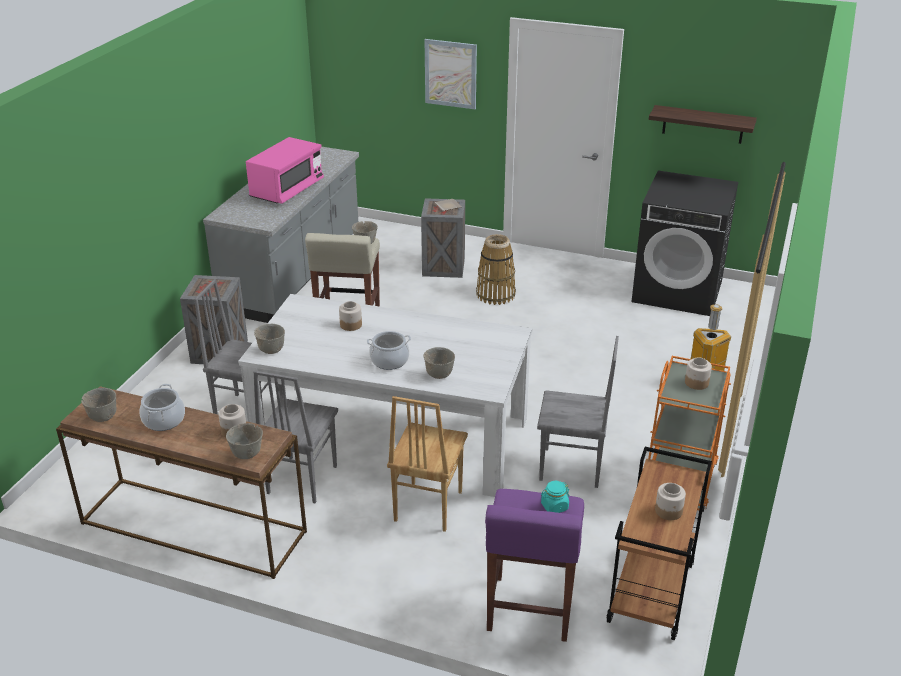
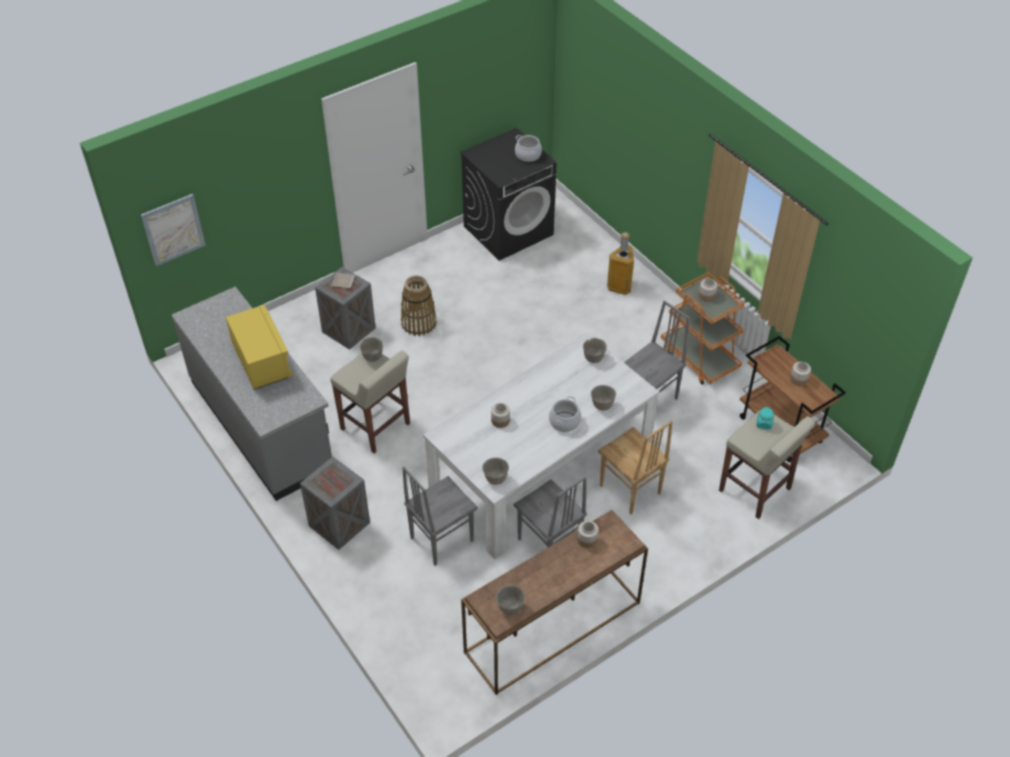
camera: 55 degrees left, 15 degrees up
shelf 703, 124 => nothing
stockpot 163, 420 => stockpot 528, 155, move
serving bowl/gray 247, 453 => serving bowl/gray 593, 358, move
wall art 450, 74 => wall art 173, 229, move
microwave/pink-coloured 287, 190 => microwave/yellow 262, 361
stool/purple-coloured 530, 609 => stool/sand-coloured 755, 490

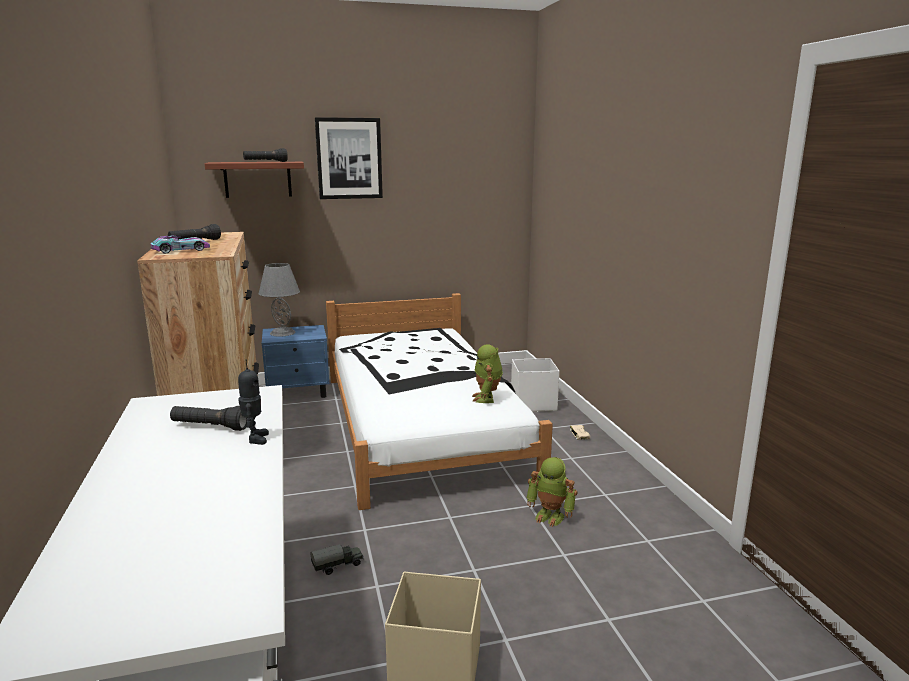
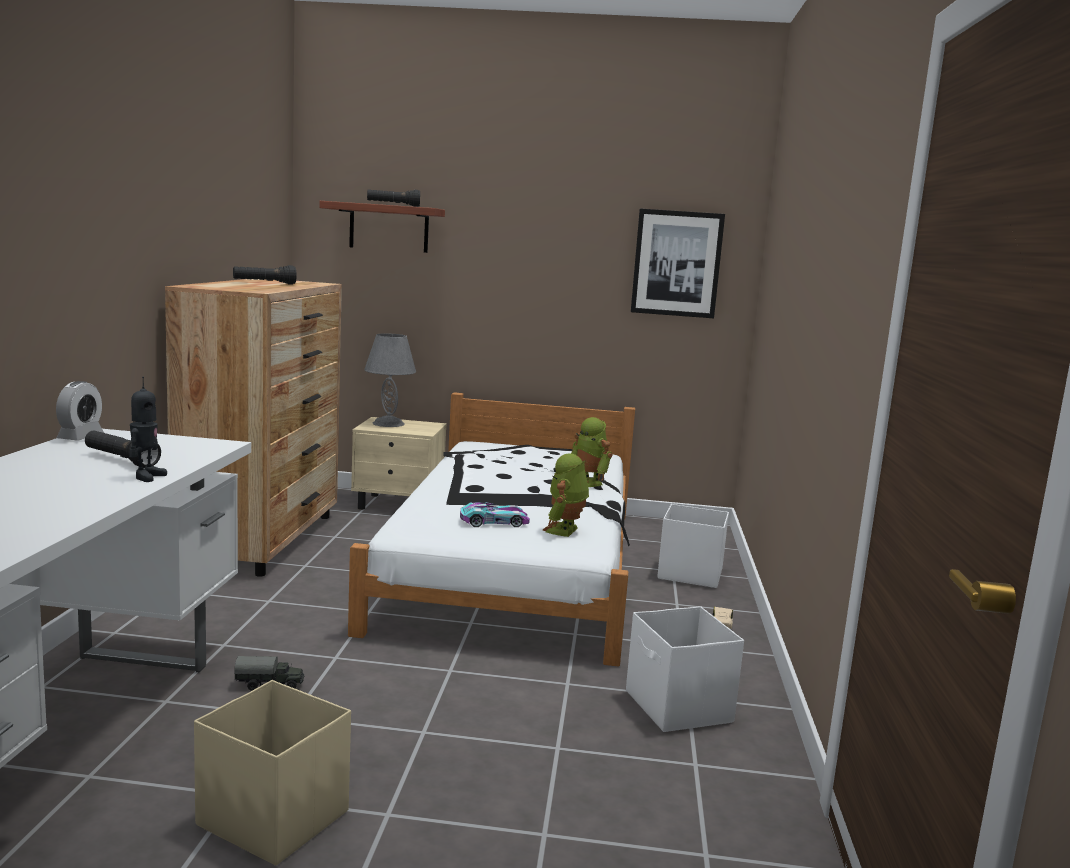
camera: 20 degrees right, 5 degrees down
nothing => bedside clock 80, 437
nothing => storage bin/whitish 678, 707
miniature car 181, 250 => miniature car 494, 522, move
wall art 349, 158 => wall art 676, 263, move
robot figure 550, 516 => robot figure 589, 482, move
night table/bluish 299, 392 => night table/sand-coloured 399, 505

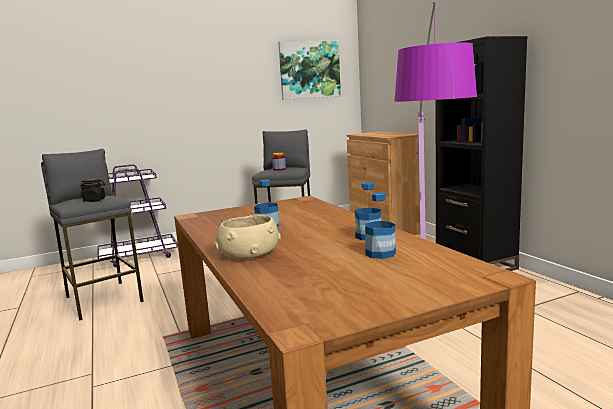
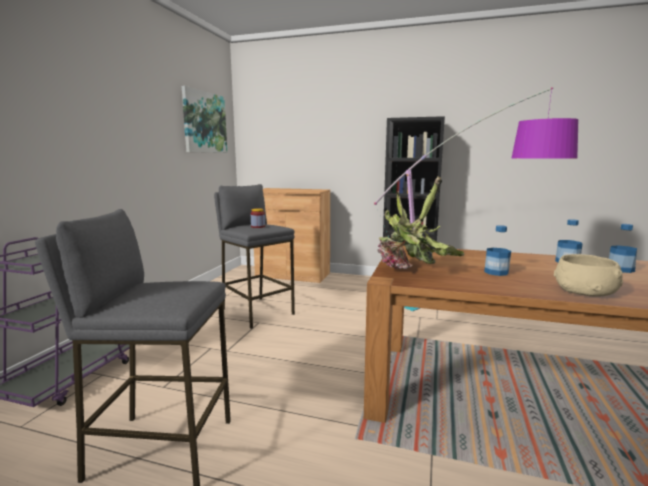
camera: 50 degrees left, 0 degrees up
preserve jar/black 94, 200 => nothing
nothing => potted plant 412, 271

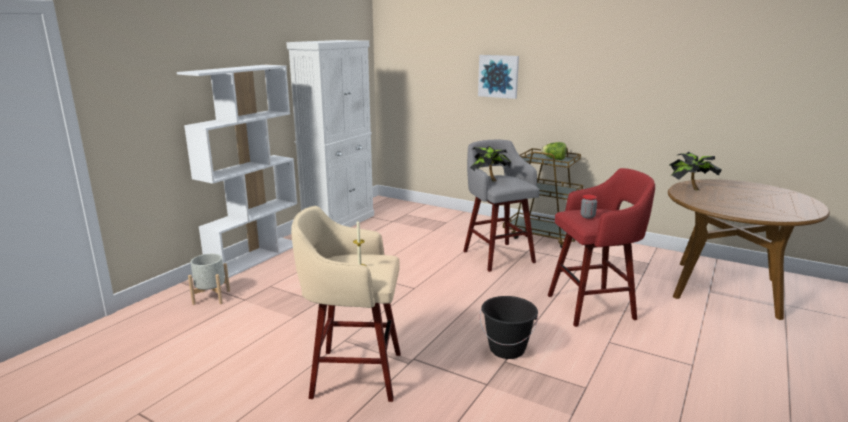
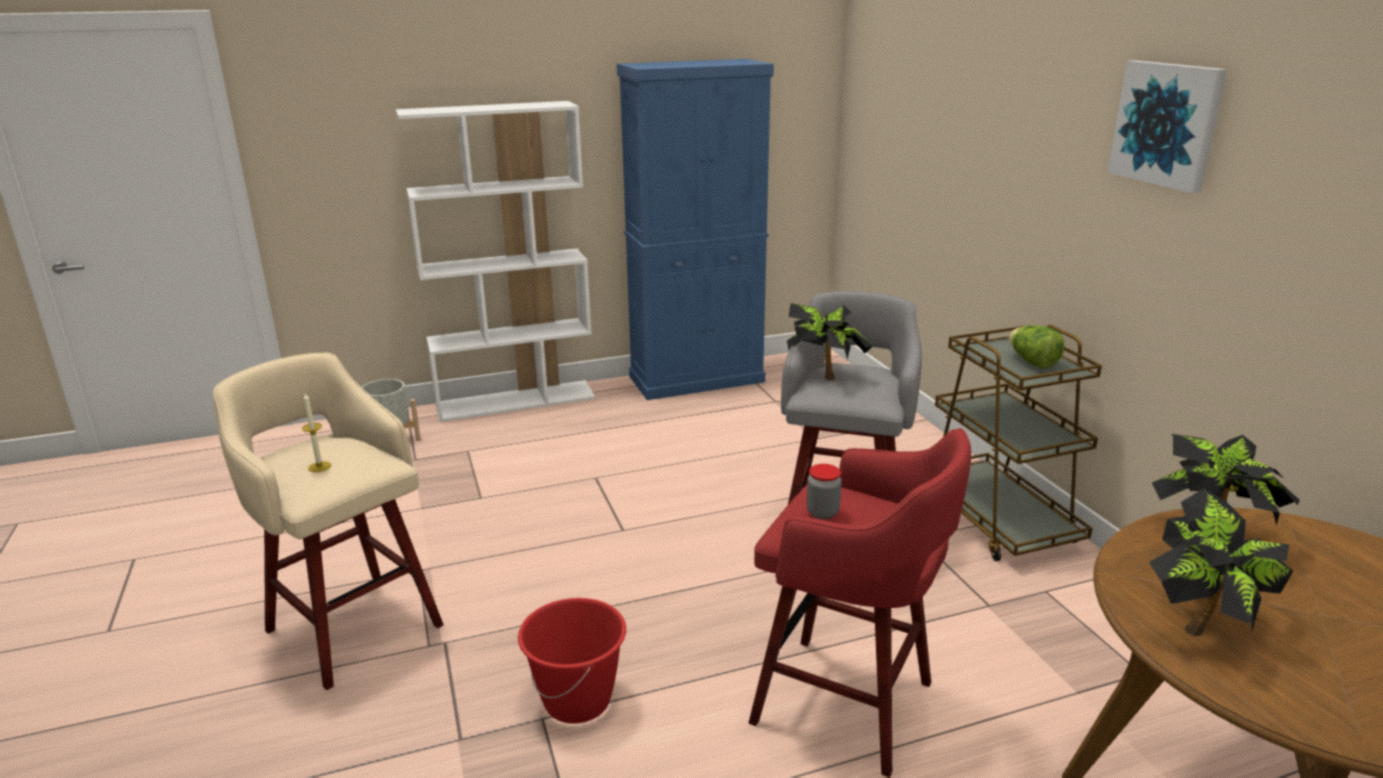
camera: 40 degrees right, 5 degrees up
nothing => potted plant 1204, 624
wall art 498, 76 => wall art 1167, 124, move
storage cabinet/whitish 339, 222 => storage cabinet/bluish 697, 379
pail/black 507, 349 => pail/reddish 578, 701

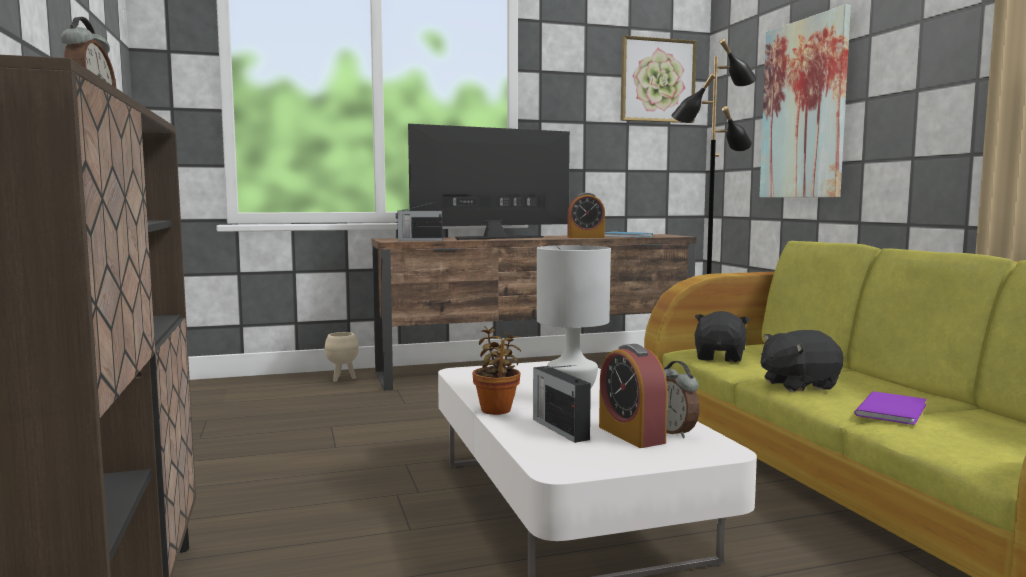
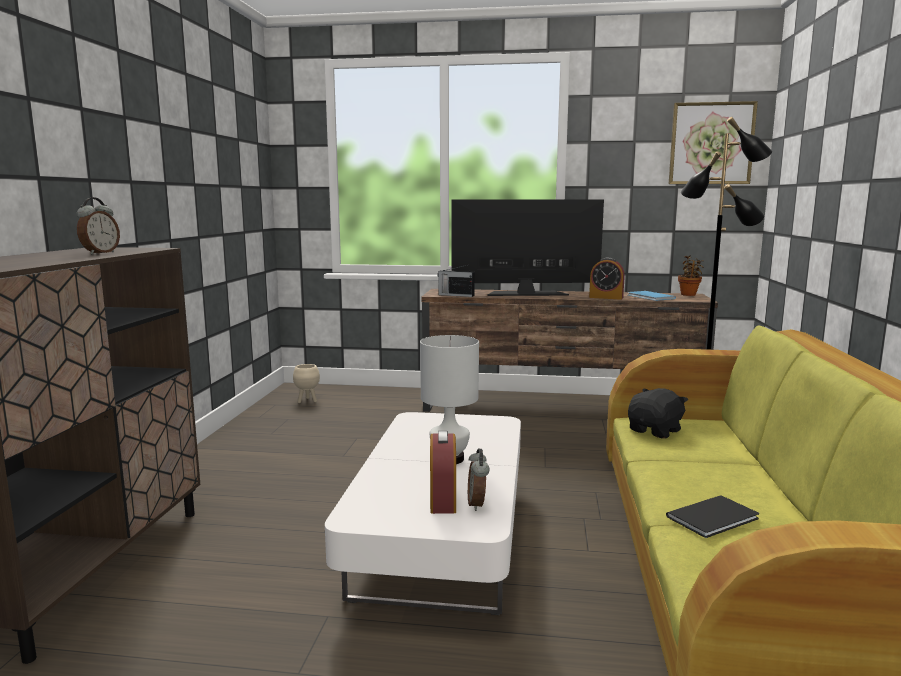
camera: 25 degrees right, 5 degrees up
radio receiver 559, 428 => nothing
wall art 803, 109 => nothing
plush toy/black 798, 385 => nothing
flower pot/sand-coloured 342, 379 => flower pot/sand-coloured 307, 401, move
potted plant 497, 409 => potted plant 689, 294, move
volume/purple-coloured 894, 409 => volume/black 716, 518

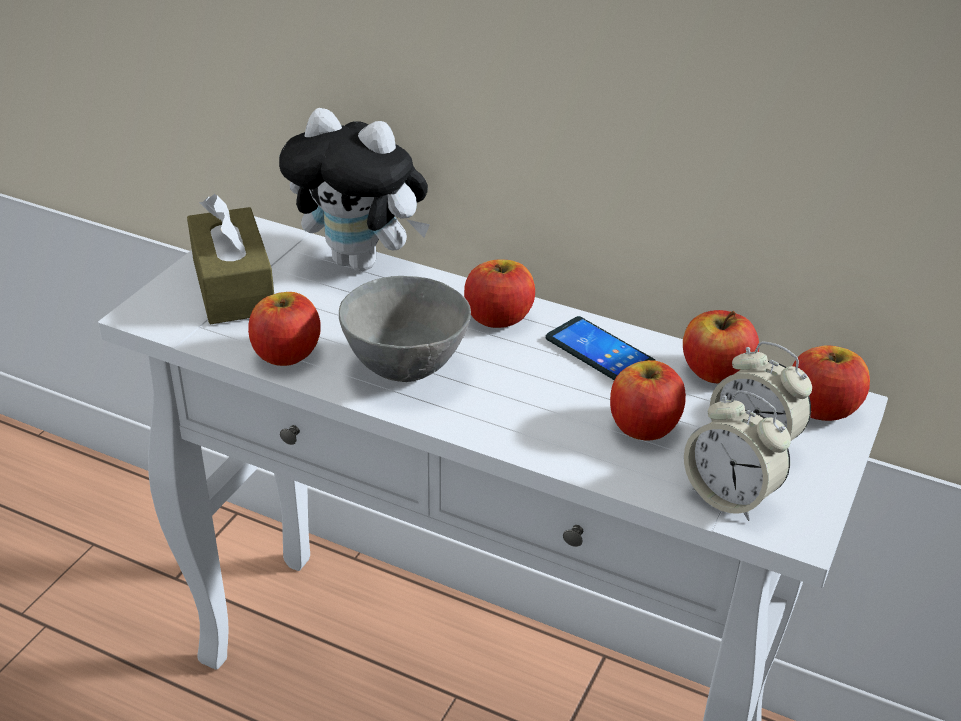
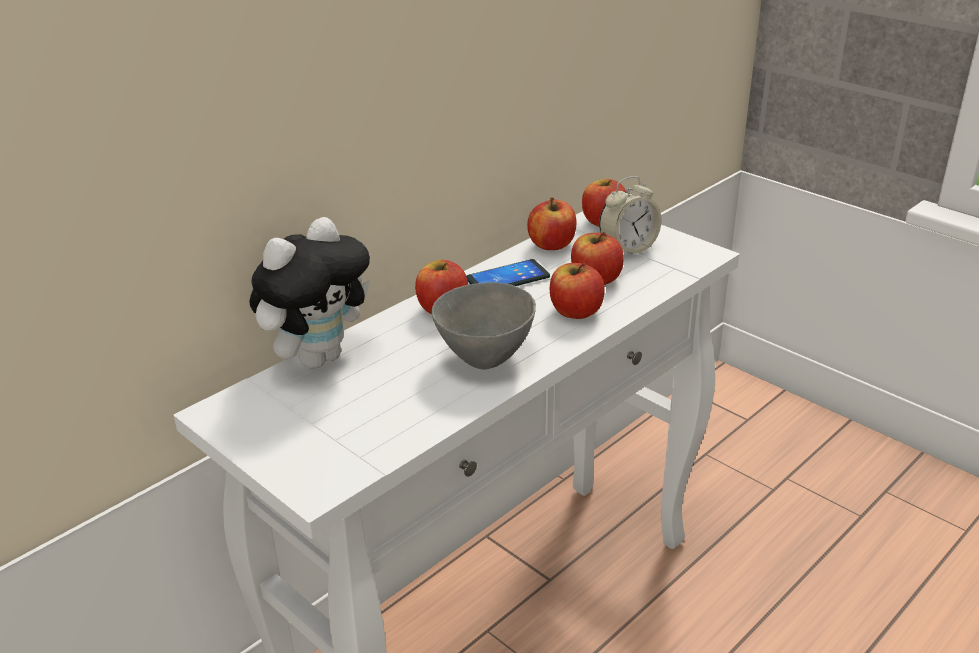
camera: 70 degrees left, 5 degrees down
box of tissues/brown-coloured 233, 286 => nothing
bedside clock 729, 496 => nothing
apple fruit 286, 354 => apple fruit 575, 311, move

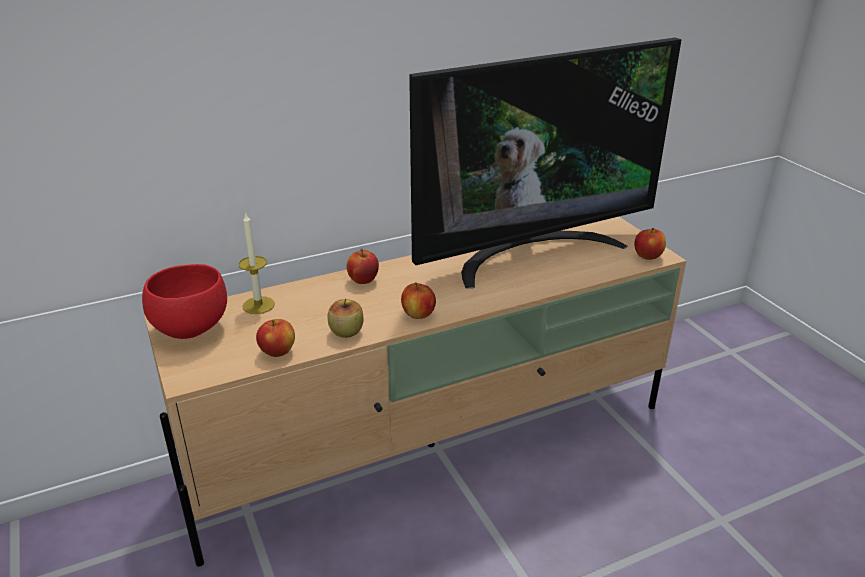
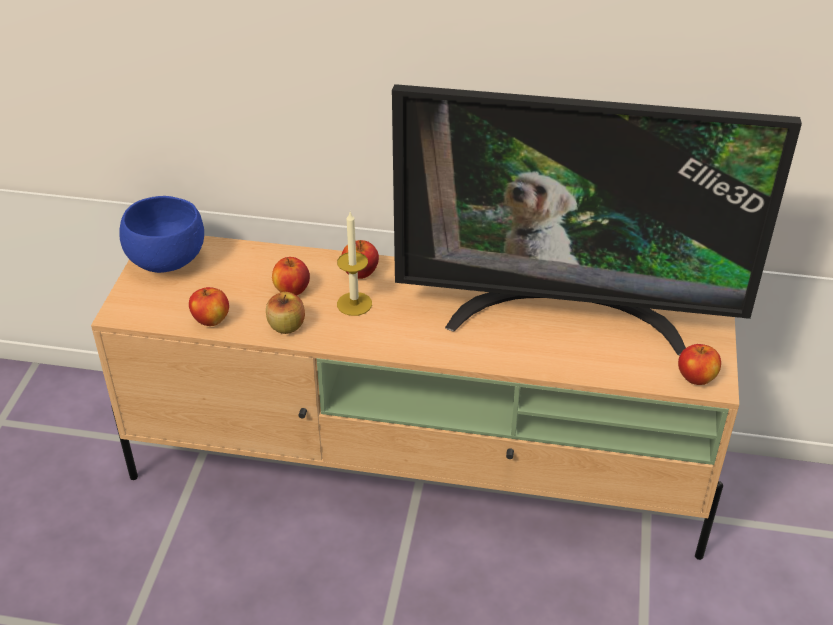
camera: 35 degrees right, 10 degrees up
wax light 258, 305 => wax light 354, 304, move
apple fruit 418, 314 => apple fruit 292, 290, move
serving bowl/reddish 190, 328 => serving bowl/bluish 168, 261

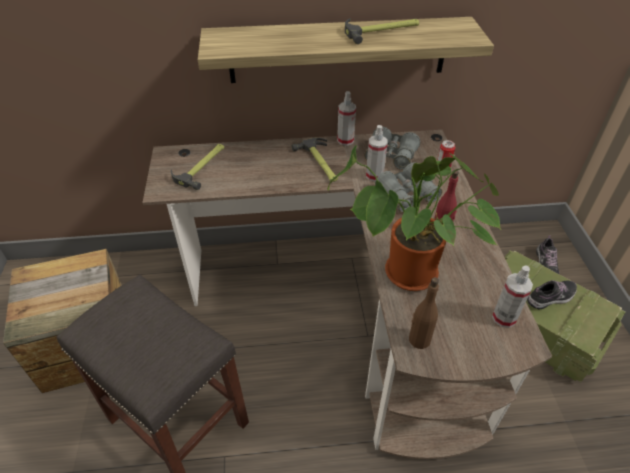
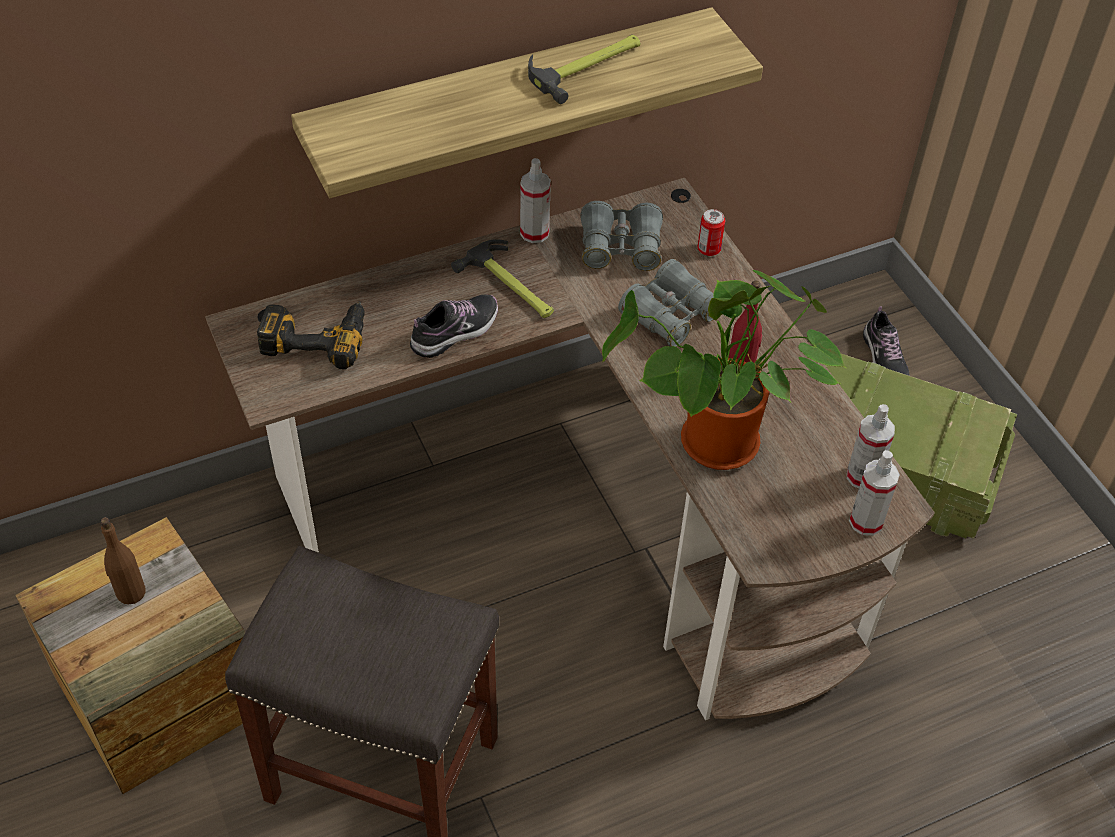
camera: 20 degrees left, 5 degrees up
spray bottle 374, 175 => spray bottle 866, 521, move
beverage bottle/brown-coloured 419, 339 => beverage bottle/brown-coloured 130, 592, move
item of footwear 551, 297 => item of footwear 455, 332, move
tool hammer 202, 166 => power drill 316, 336

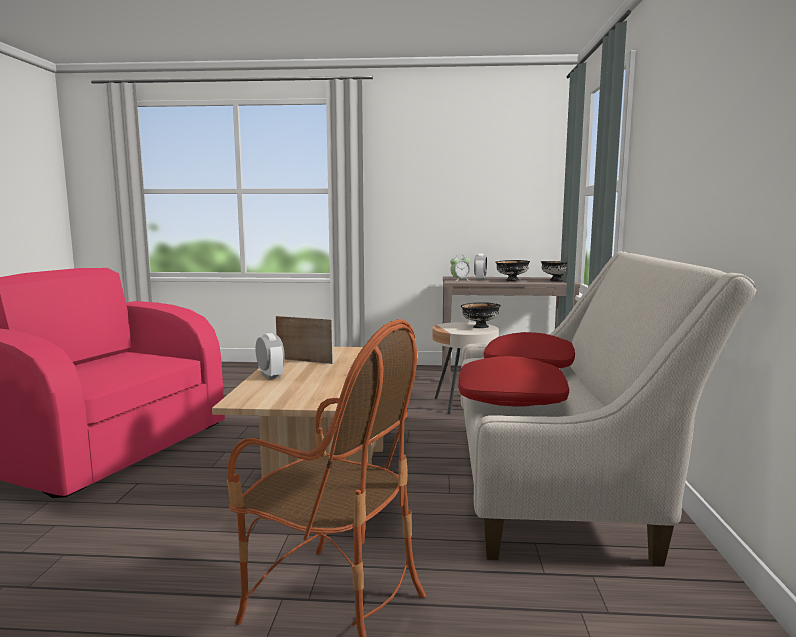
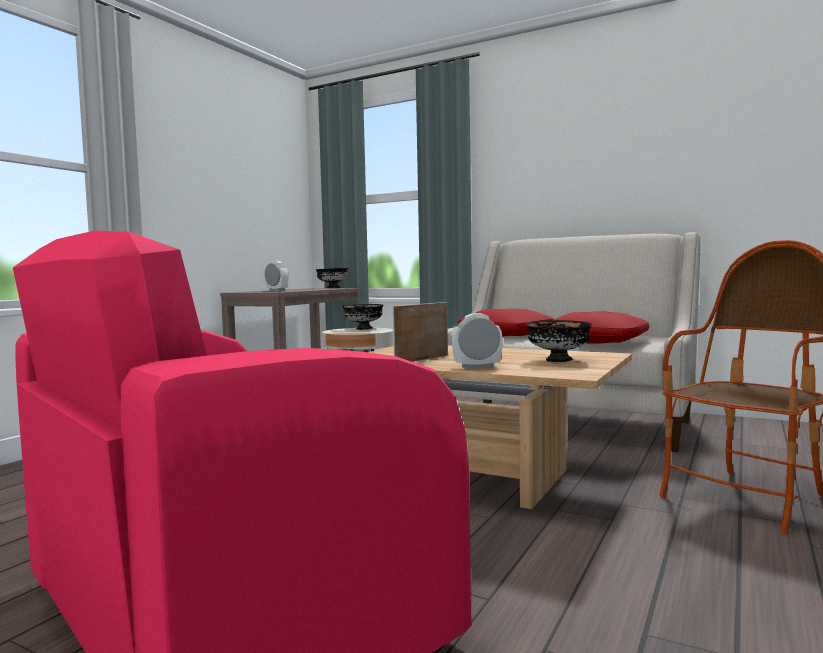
camera: 65 degrees left, 5 degrees down
bedside clock 460, 280 => nothing
serving bowl/black 512, 280 => serving bowl/black 559, 360, move

